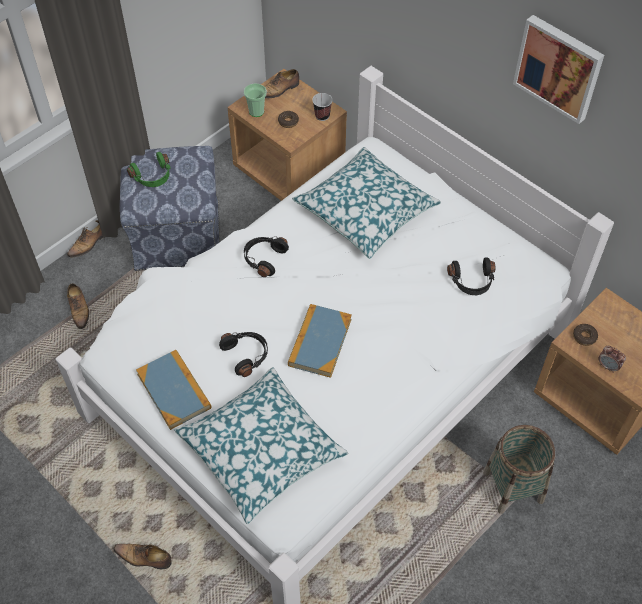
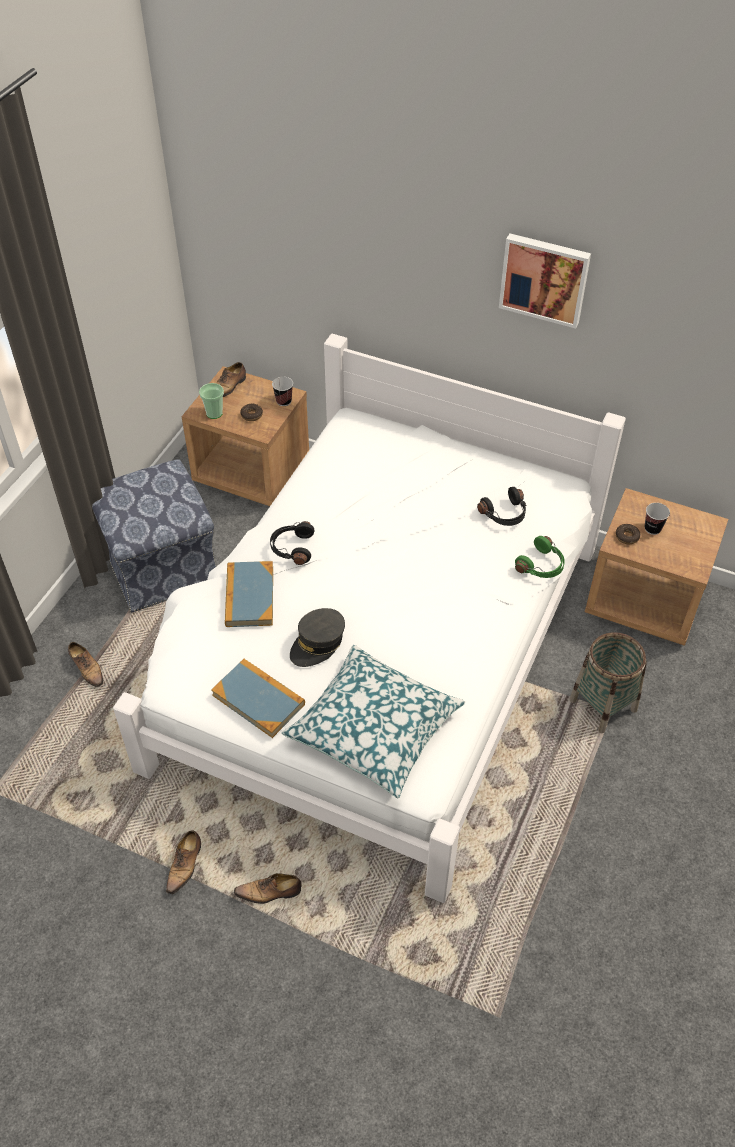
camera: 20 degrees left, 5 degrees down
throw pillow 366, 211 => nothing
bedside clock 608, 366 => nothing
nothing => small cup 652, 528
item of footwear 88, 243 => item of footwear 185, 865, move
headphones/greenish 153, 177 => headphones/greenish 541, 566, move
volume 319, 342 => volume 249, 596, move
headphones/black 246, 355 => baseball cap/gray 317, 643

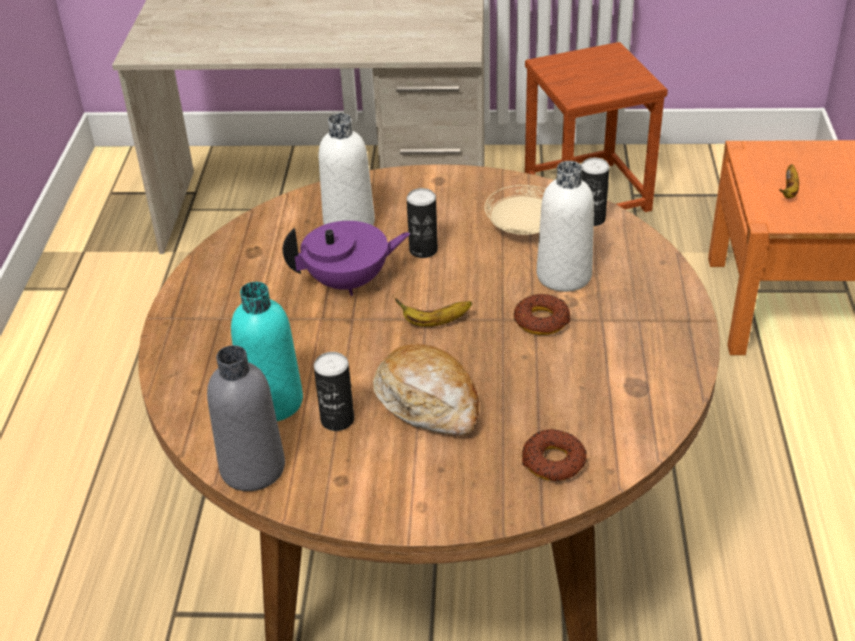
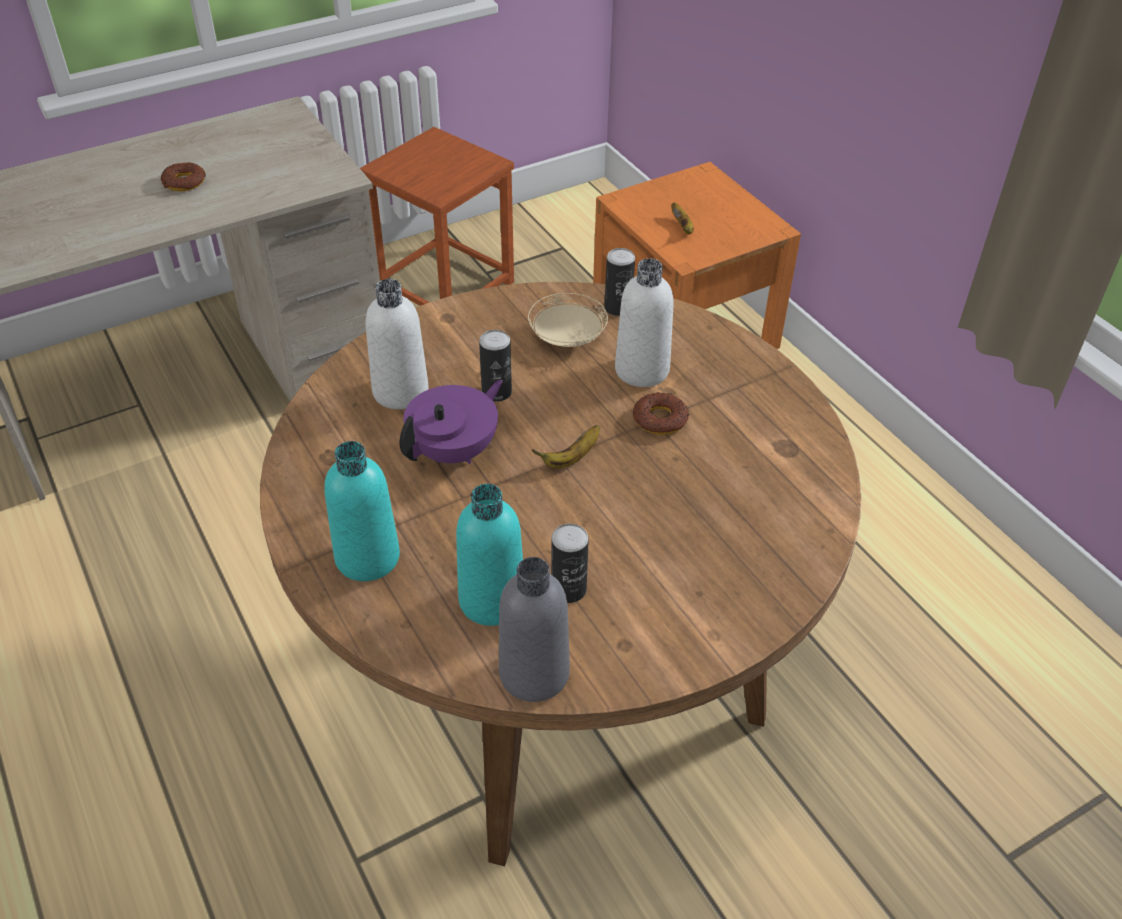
camera: 35 degrees left, 5 degrees up
baked bread 429, 403 => nothing
nothing => beverage bottle/blue-green 367, 557
donut 553, 462 => donut 184, 182, move

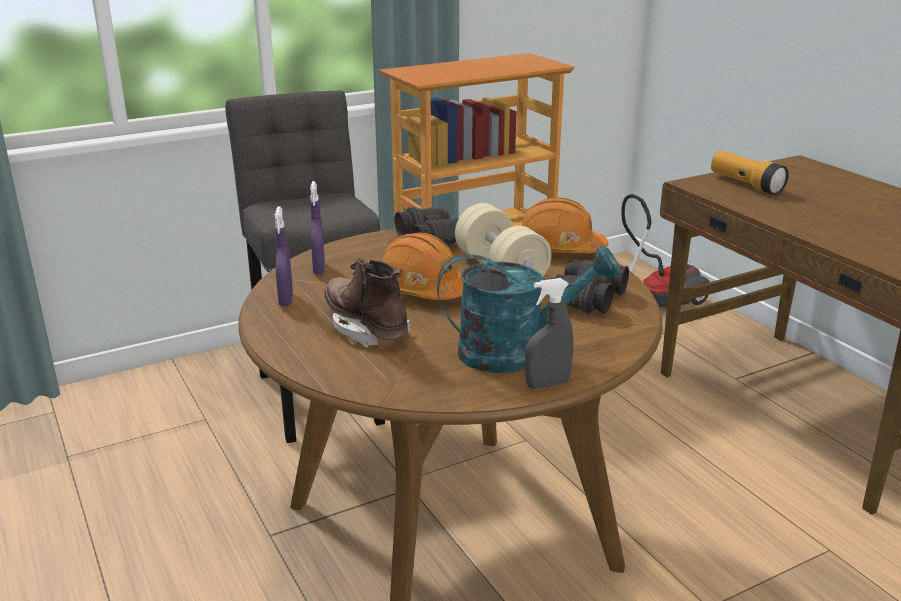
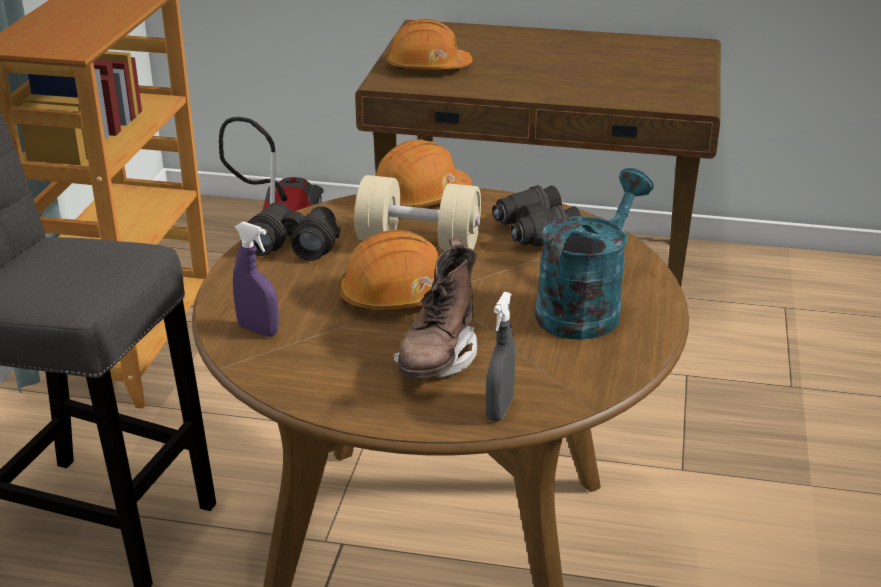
camera: 50 degrees left, 5 degrees up
spray bottle/purple-coloured 286, 300 => nothing
spray bottle/gray 547, 384 => spray bottle/gray 499, 410, move
flashlight 746, 184 => hard hat/orangey 427, 67
high-top boot/brown-coloured 366, 328 => high-top boot/brown-coloured 437, 358, 75 degrees counterclockwise

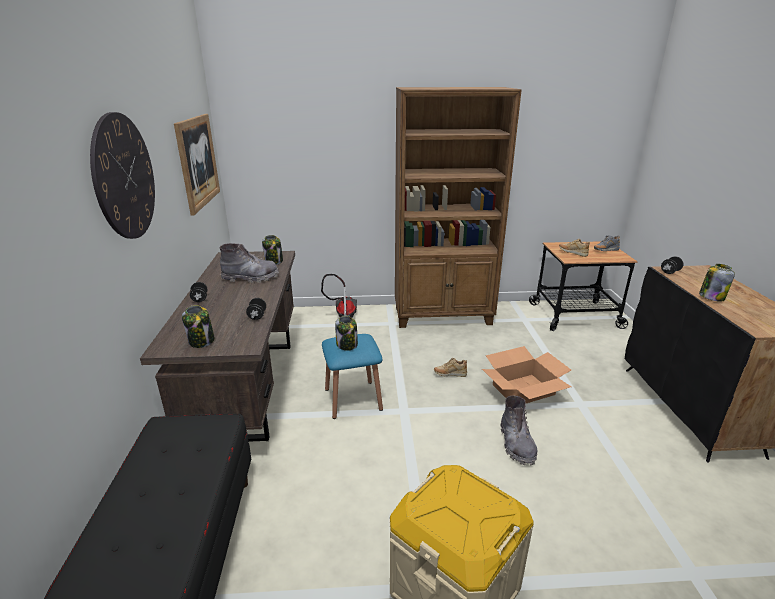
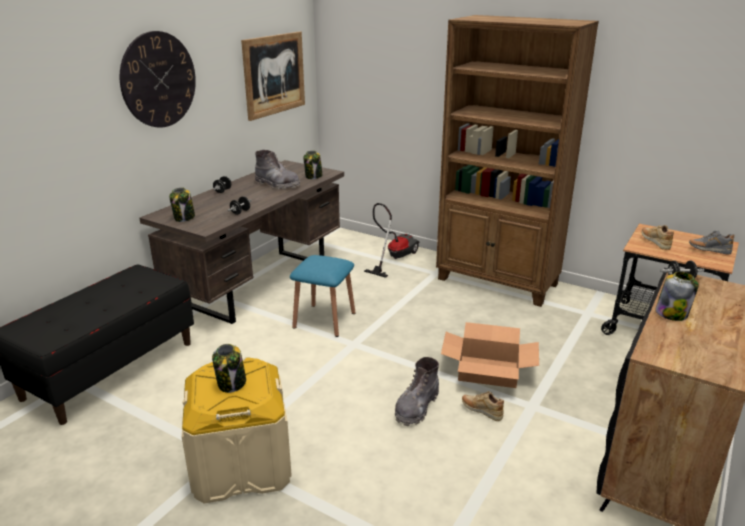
camera: 35 degrees right, 0 degrees up
preserve jar 347, 345 => preserve jar 231, 383, move
item of footwear/sand-coloured 450, 374 => item of footwear/sand-coloured 482, 411, move

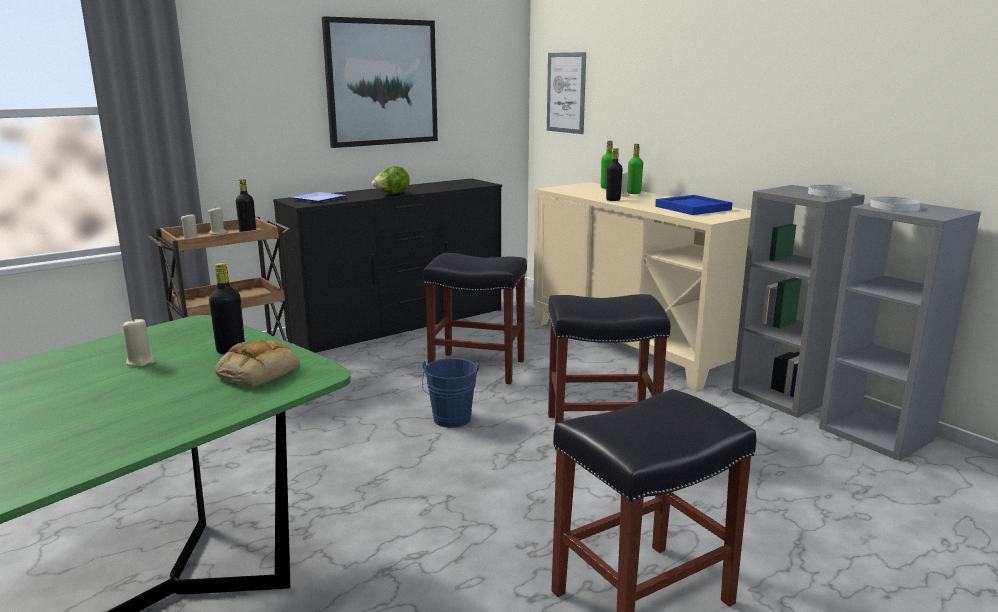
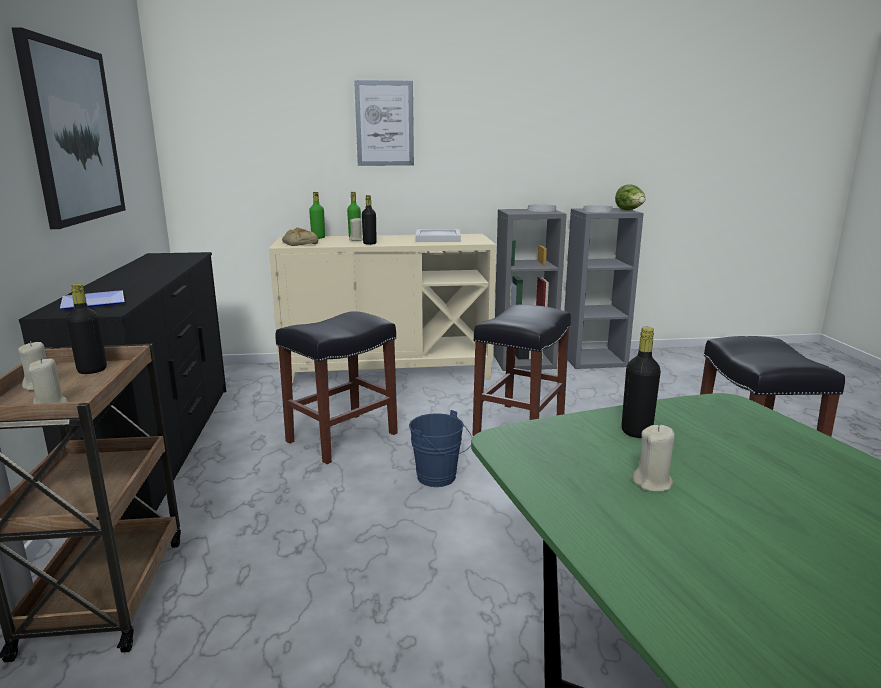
camera: 60 degrees left, 0 degrees up
baked bread 258, 372 => baked bread 299, 243, move
lettuce head 391, 194 => lettuce head 630, 210, move
wall art 566, 93 => wall art 384, 123, move
serving tray/bluish 693, 208 => serving tray/whitish 437, 238

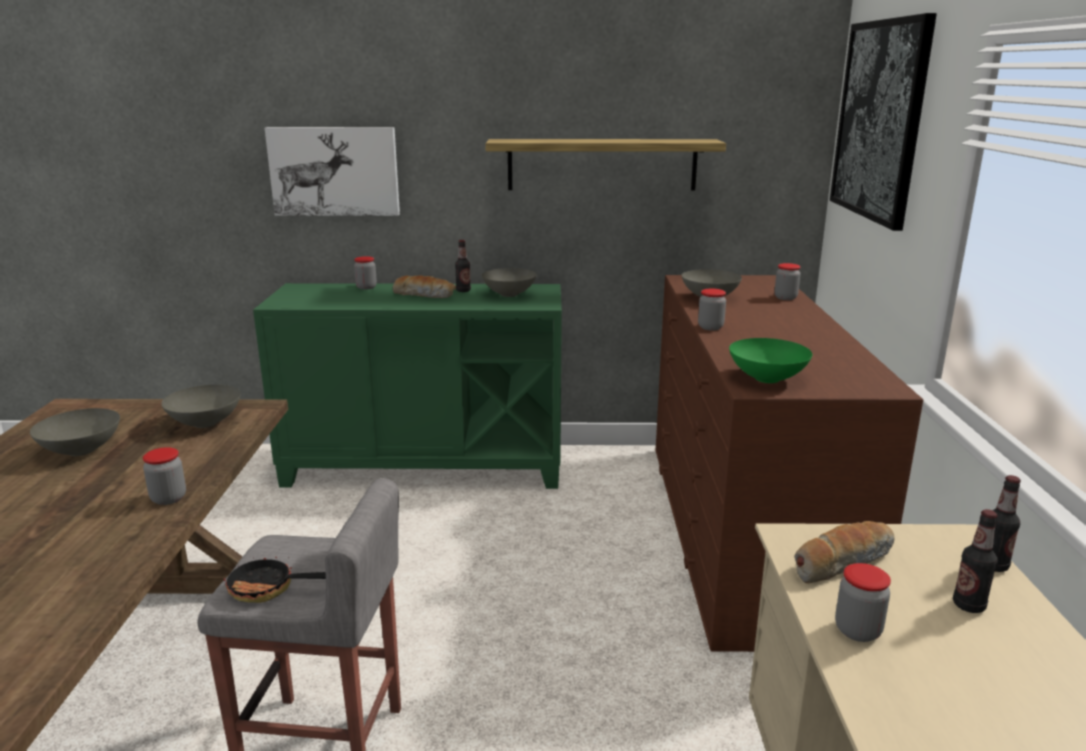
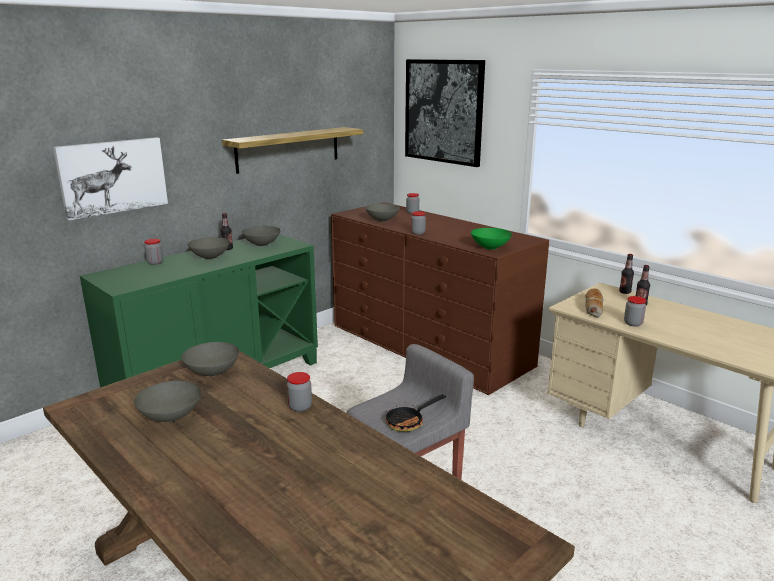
camera: 45 degrees left, 0 degrees up
baked bread 425, 295 => serving bowl/gray 210, 257

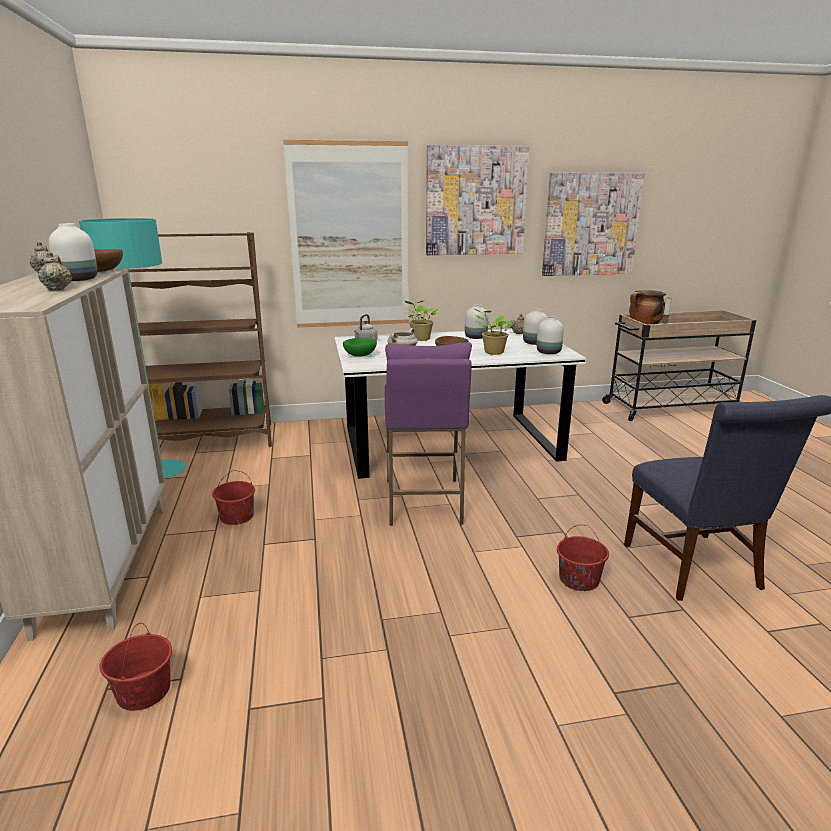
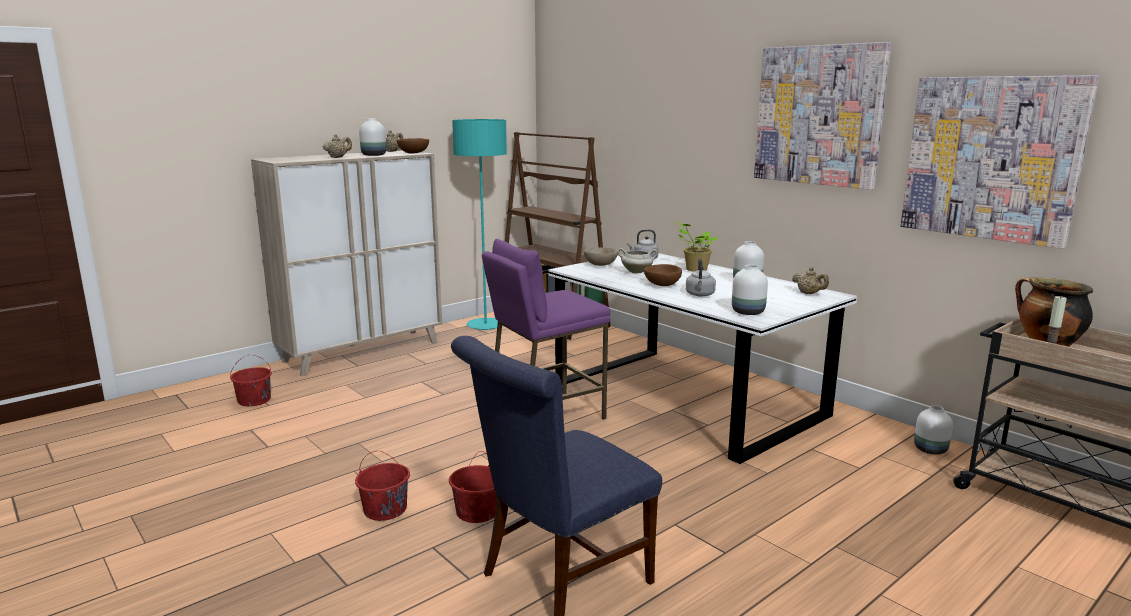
camera: 60 degrees right, 5 degrees down
wall art 350, 237 => nothing
pail/reddish 237, 516 => pail/reddish 385, 510, move
flower vase/whitish 534, 343 => flower vase/whitish 929, 450, move
potted plant 492, 352 => water kettle/gray 700, 295
serving bowl/greenish 360, 355 => serving bowl/sand-coloured 601, 265

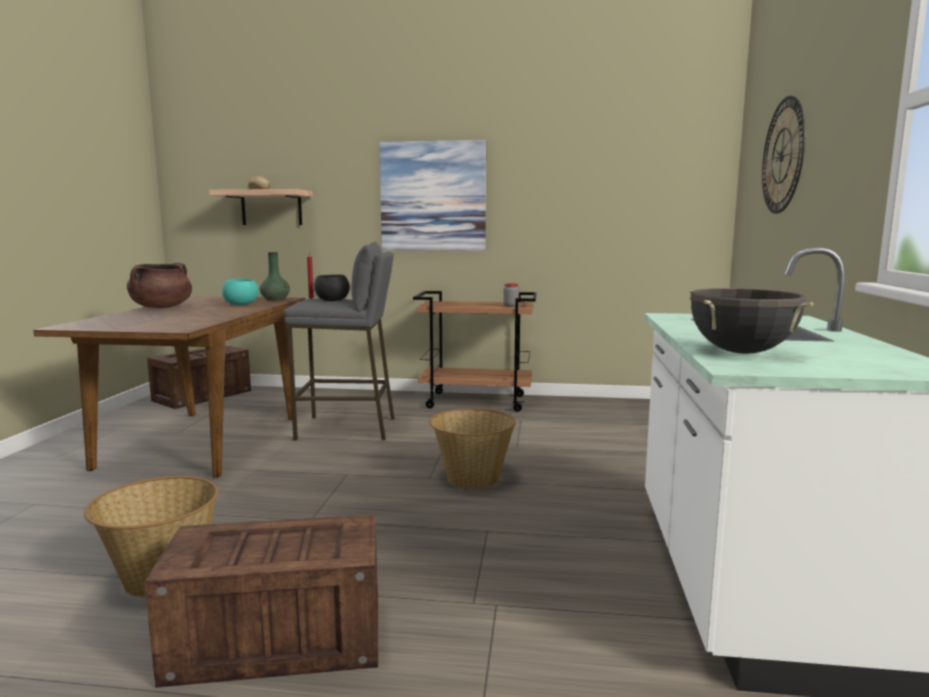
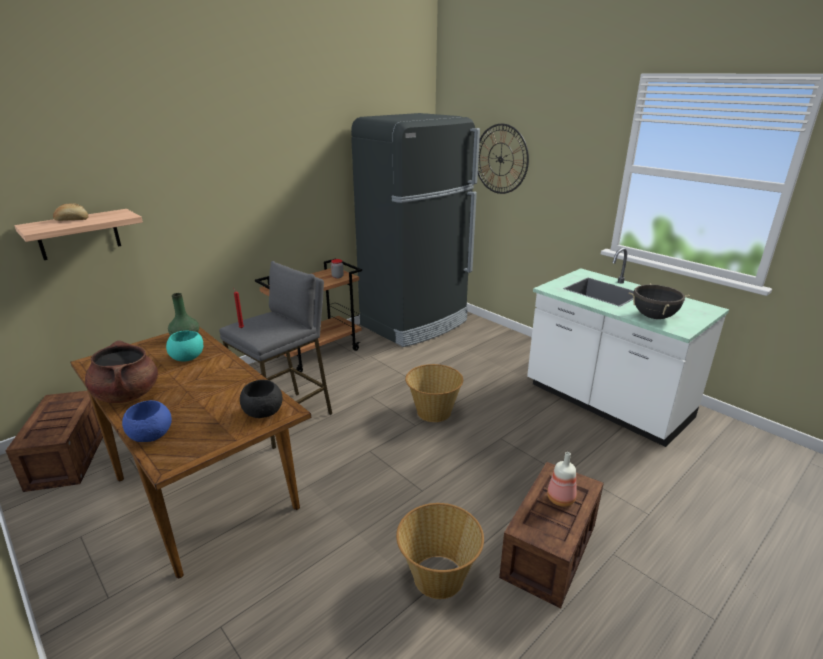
camera: 50 degrees left, 15 degrees up
wall art 433, 196 => nothing
nothing => serving bowl/bluish 150, 436
nothing => fridge/black 415, 323
nothing => beverage bottle 561, 499
serving bowl/black 331, 300 => serving bowl/black 262, 413, move

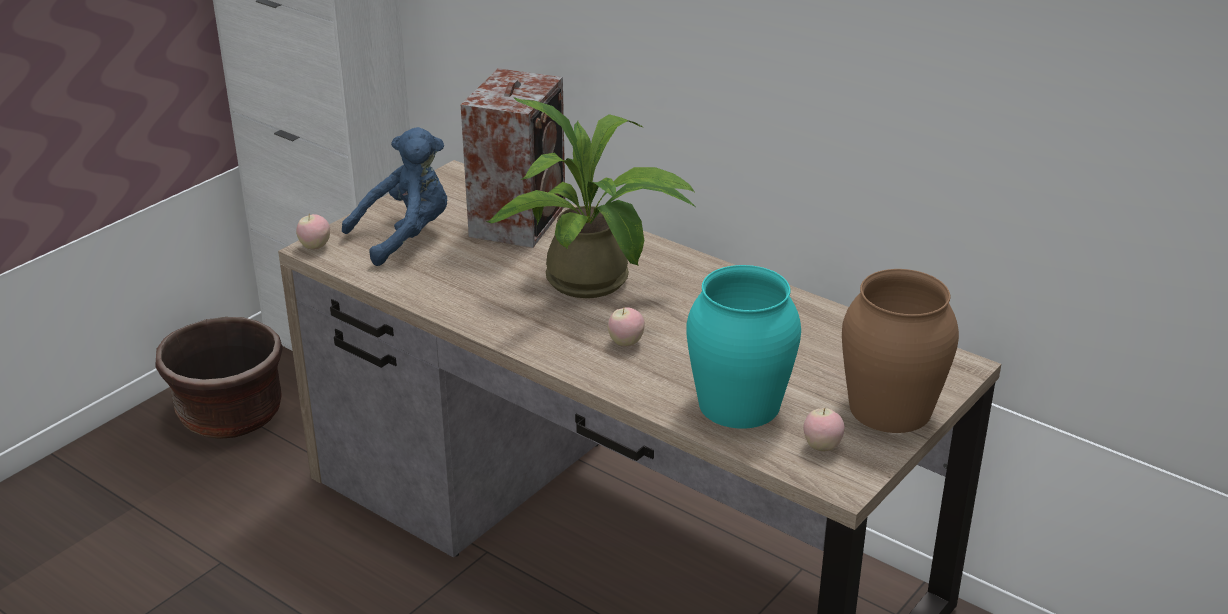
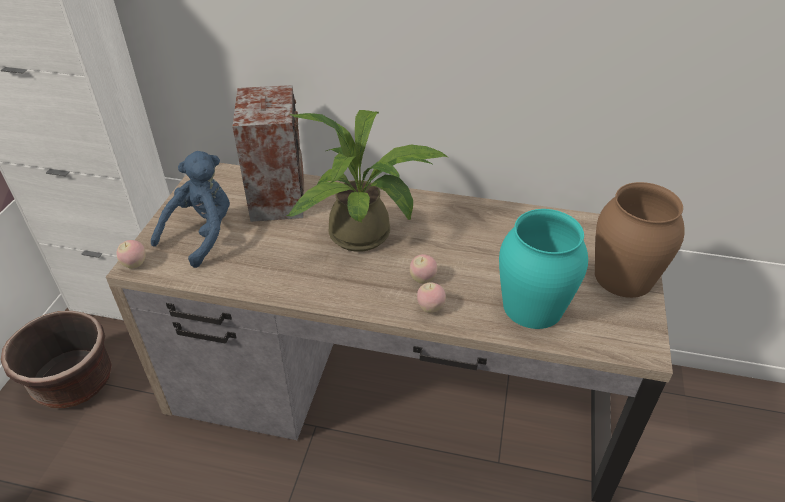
camera: 25 degrees left, 10 degrees up
apple fruit 822, 447 => apple fruit 430, 308, move

